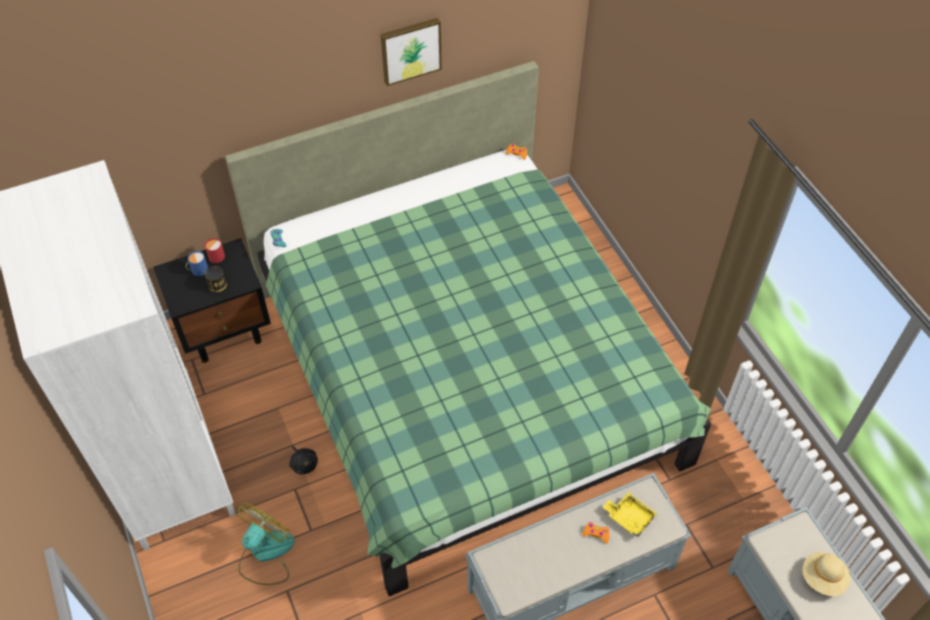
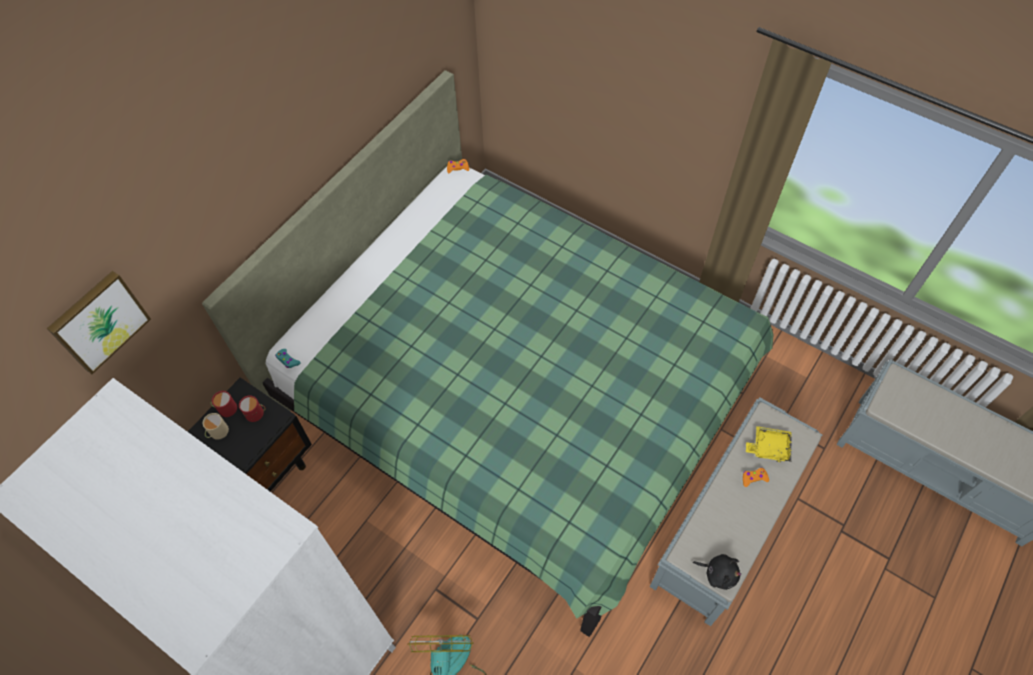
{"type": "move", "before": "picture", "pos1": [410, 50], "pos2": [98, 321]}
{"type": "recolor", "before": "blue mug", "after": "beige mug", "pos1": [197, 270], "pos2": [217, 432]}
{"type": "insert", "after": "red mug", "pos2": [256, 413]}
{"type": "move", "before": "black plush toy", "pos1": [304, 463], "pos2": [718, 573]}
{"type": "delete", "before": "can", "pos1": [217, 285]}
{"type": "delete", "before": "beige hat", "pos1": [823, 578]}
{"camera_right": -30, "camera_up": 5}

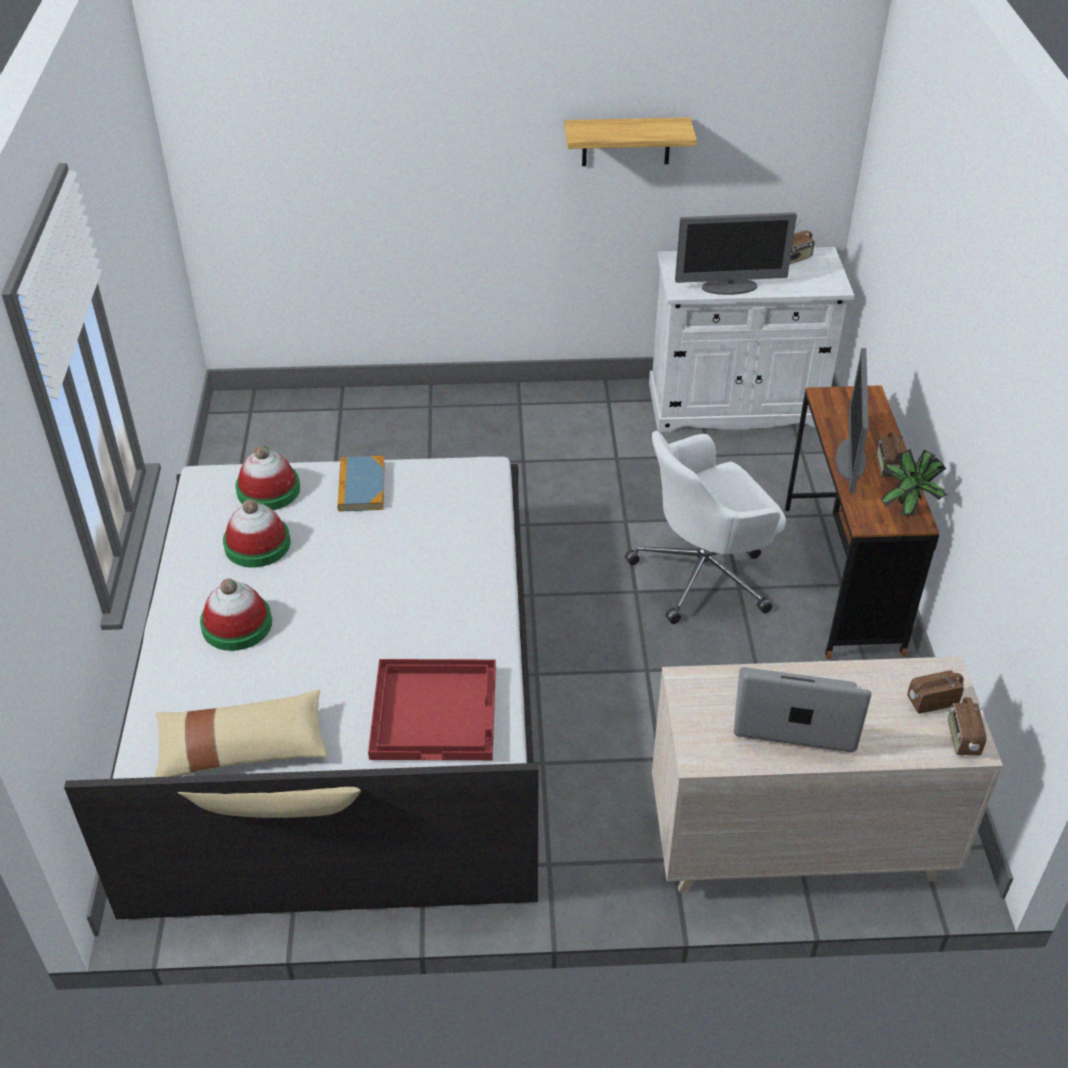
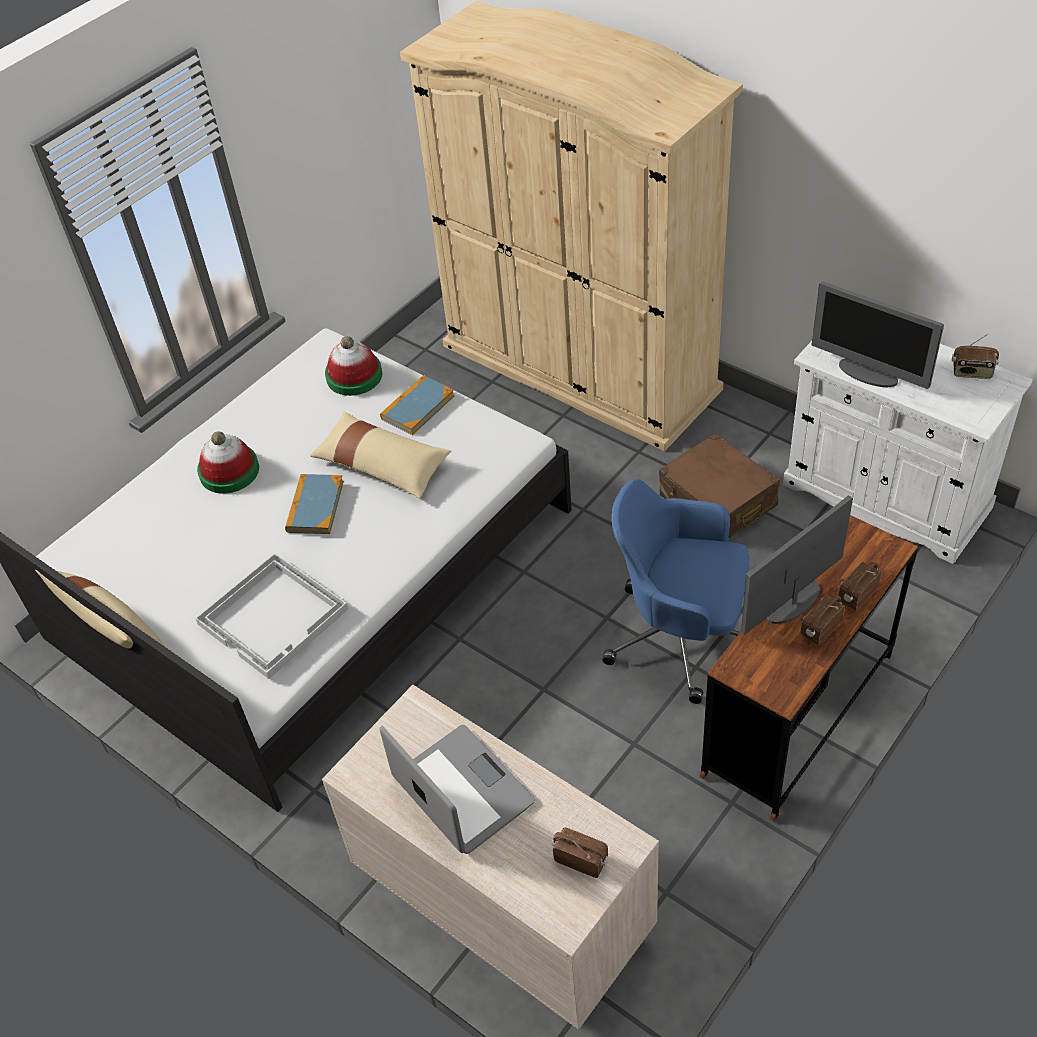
{"type": "recolor", "before": "red tray", "after": "white tray", "pos1": [435, 711], "pos2": [274, 616]}
{"type": "insert", "after": "book", "pos2": [315, 506]}
{"type": "move", "before": "beige pillow", "pos1": [242, 747], "pos2": [382, 464]}
{"type": "insert", "after": "beige wardrobe", "pos2": [579, 367]}
{"type": "recolor", "before": "white office chair", "after": "blue office chair", "pos1": [704, 574], "pos2": [680, 637]}
{"type": "insert", "after": "brown suitcase", "pos2": [717, 501]}
{"type": "move", "before": "radio", "pos1": [962, 739], "pos2": [857, 594]}
{"type": "delete", "before": "hat", "pos1": [257, 544]}
{"type": "delete", "before": "shelf", "pos1": [626, 141]}
{"type": "delete", "before": "potted plant", "pos1": [906, 511]}
{"camera_right": 45, "camera_up": 5}

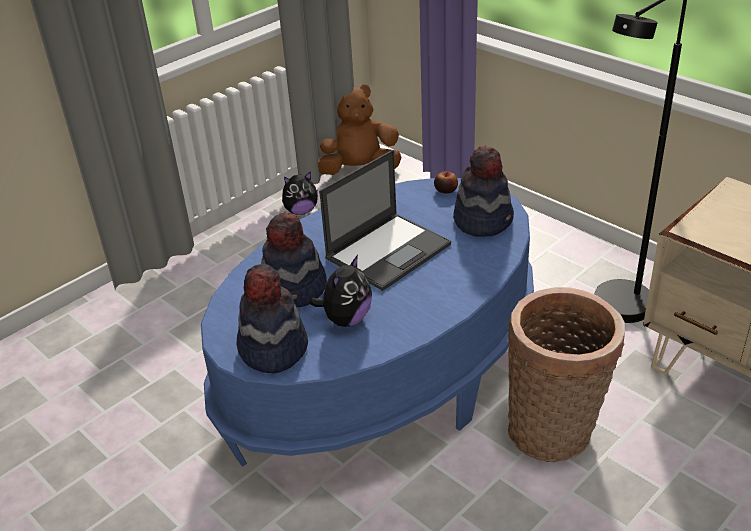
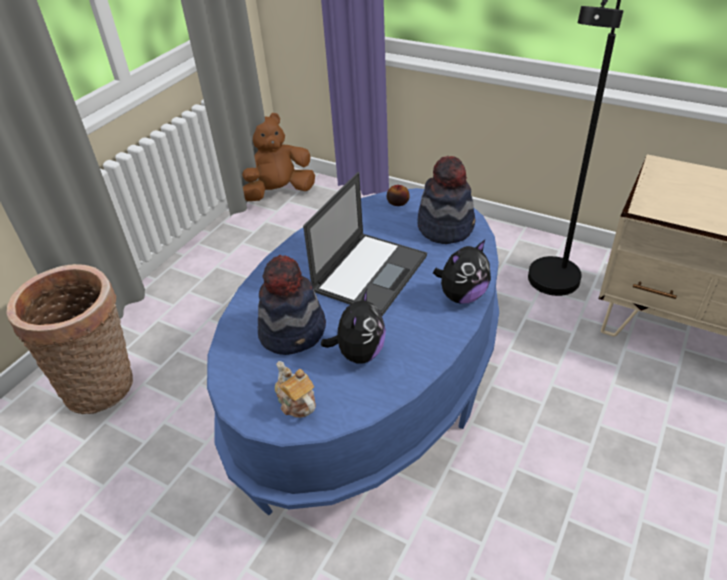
{"type": "move", "before": "basket", "pos1": [555, 431], "pos2": [103, 386]}
{"type": "replace", "before": "hat", "after": "teapot", "pos1": [272, 348], "pos2": [296, 402]}
{"type": "move", "before": "plush toy", "pos1": [301, 211], "pos2": [462, 296]}
{"camera_right": -15, "camera_up": 5}

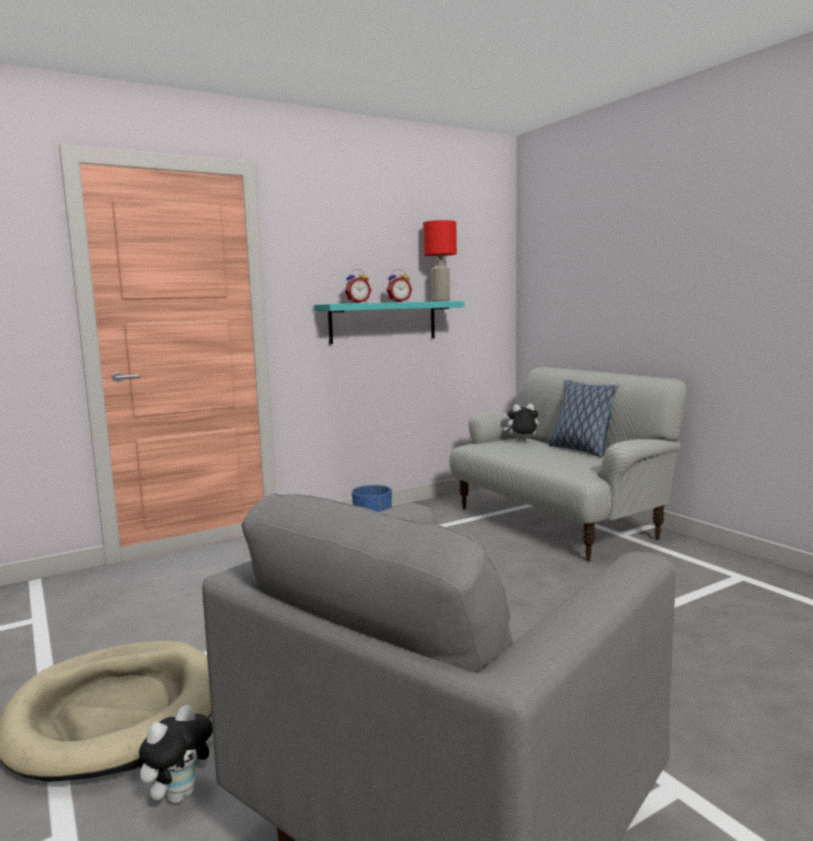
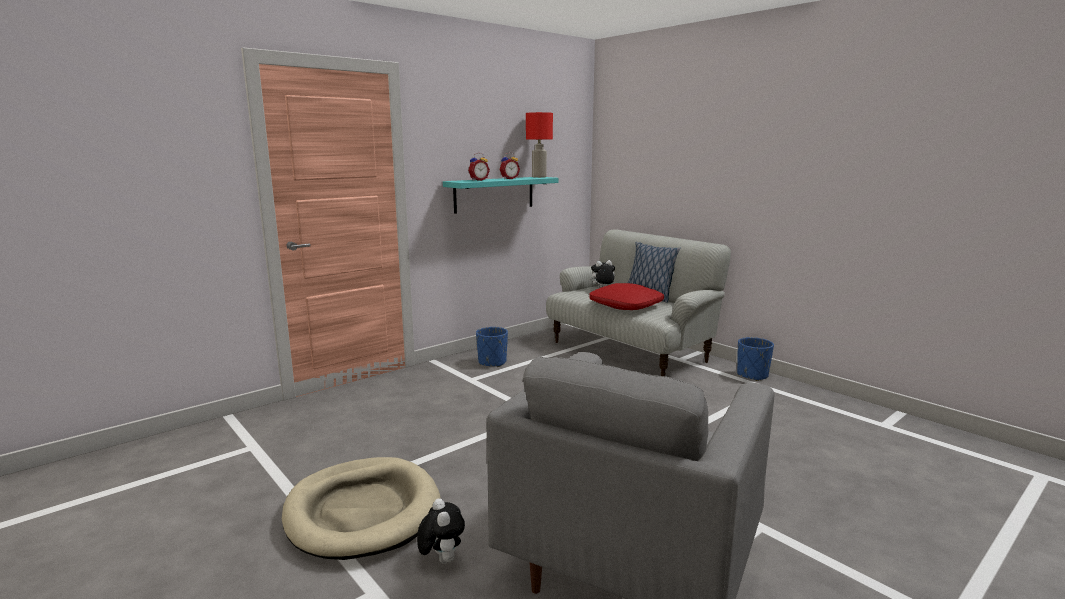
{"type": "rotate", "before": "plush toy", "pos1": [179, 794], "pos2": [441, 559], "turn": -45}
{"type": "insert", "after": "red pillow", "pos2": [626, 305]}
{"type": "insert", "after": "blue planter", "pos2": [752, 375]}
{"camera_right": -10, "camera_up": 5}

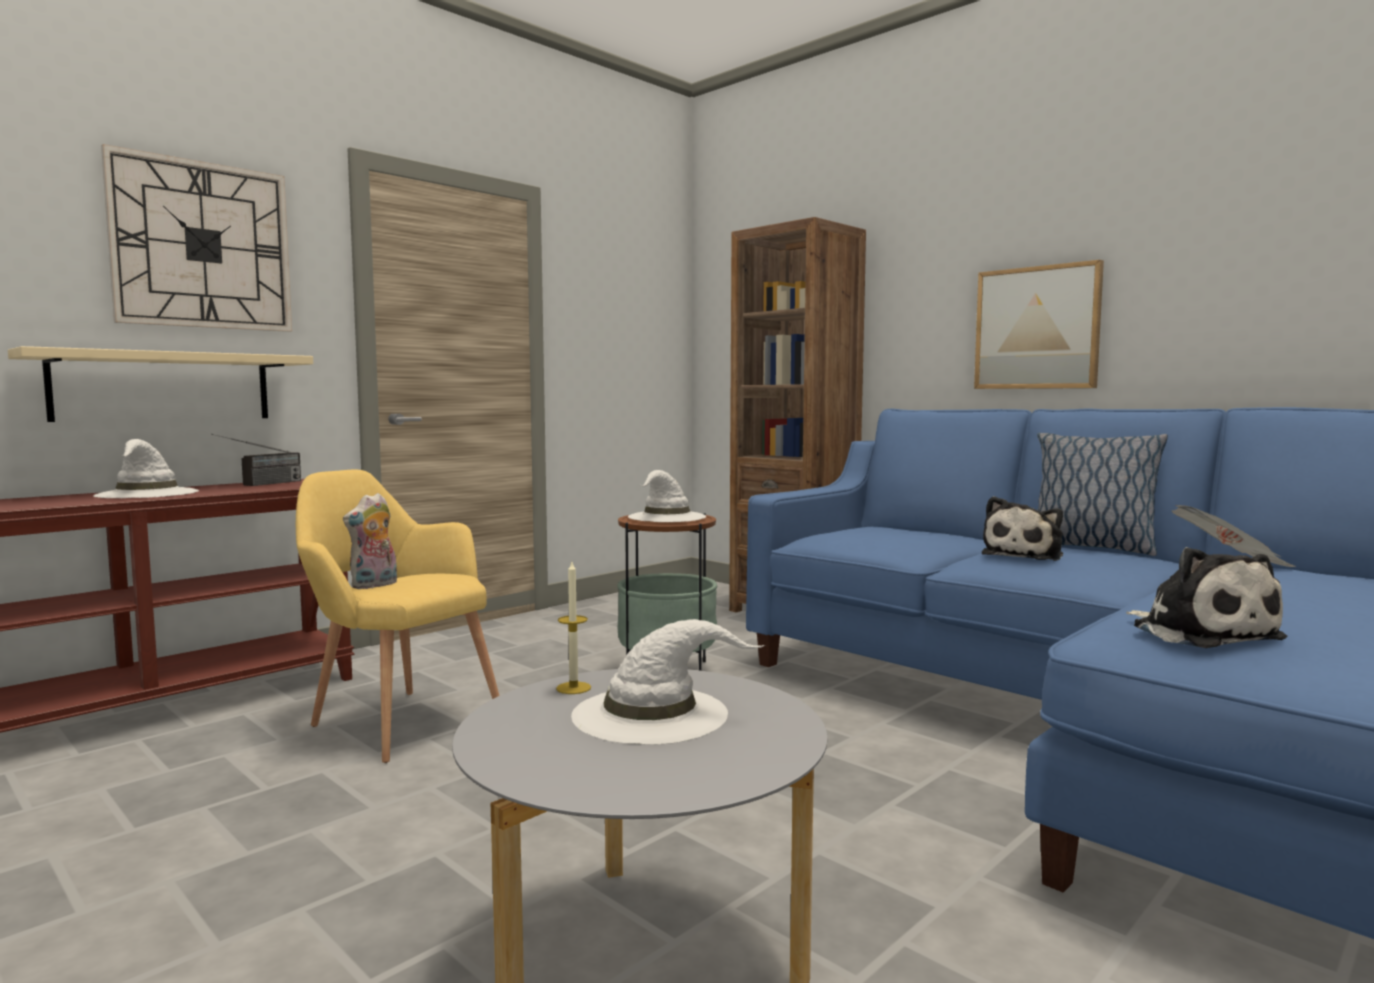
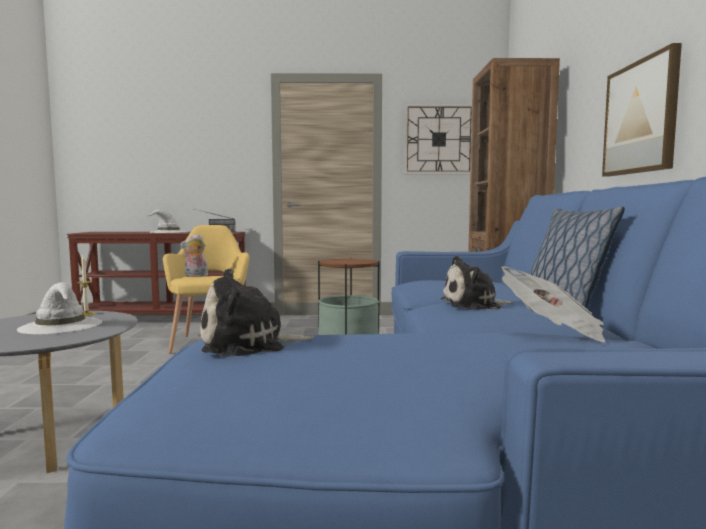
{"type": "rotate", "before": "plush toy", "pos1": [1200, 633], "pos2": [250, 344], "turn": 45}
{"type": "move", "before": "wall clock", "pos1": [202, 245], "pos2": [438, 139]}
{"type": "delete", "before": "beige shelf", "pos1": [163, 387]}
{"type": "delete", "before": "white hat", "pos1": [666, 517]}
{"camera_right": 45, "camera_up": 0}

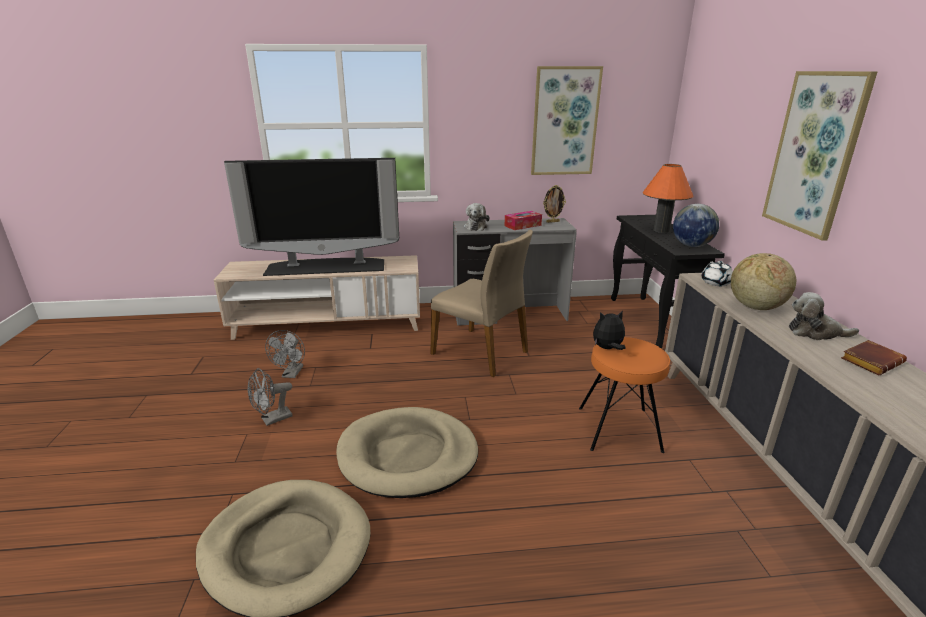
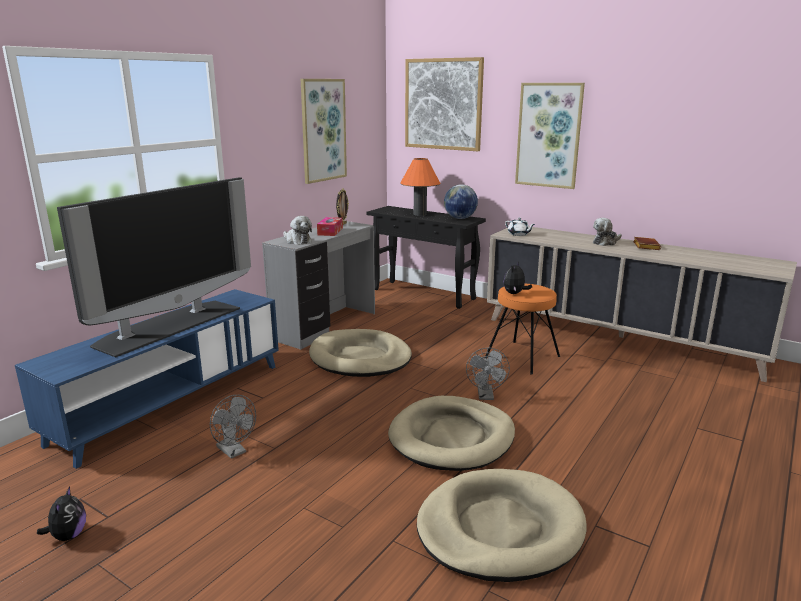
{"type": "recolor", "before": "beige tv stand", "after": "blue tv stand", "pos1": [328, 325], "pos2": [172, 402]}
{"type": "insert", "after": "plush toy", "pos2": [68, 535]}
{"type": "replace", "before": "beige chair", "after": "beige dog bed", "pos1": [481, 352], "pos2": [360, 358]}
{"type": "insert", "after": "picture", "pos2": [443, 104]}
{"type": "move", "before": "grey fan", "pos1": [272, 419], "pos2": [486, 396]}
{"type": "delete", "before": "globe", "pos1": [755, 307]}
{"camera_right": -50, "camera_up": -5}

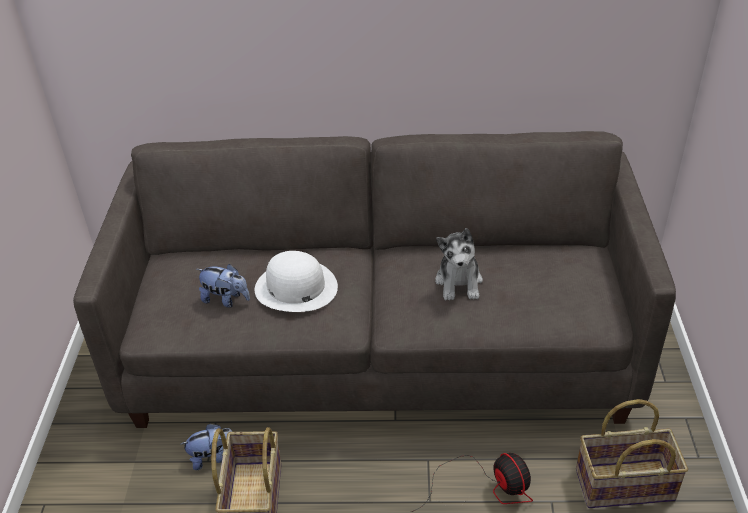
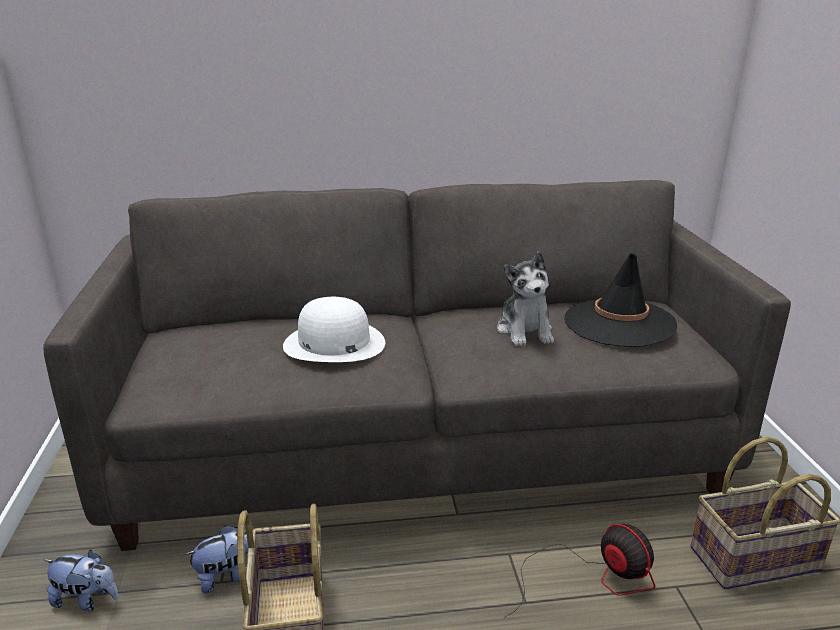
{"type": "move", "before": "plush toy", "pos1": [226, 299], "pos2": [87, 599]}
{"type": "insert", "after": "black hat", "pos2": [619, 323]}
{"camera_right": -10, "camera_up": -15}

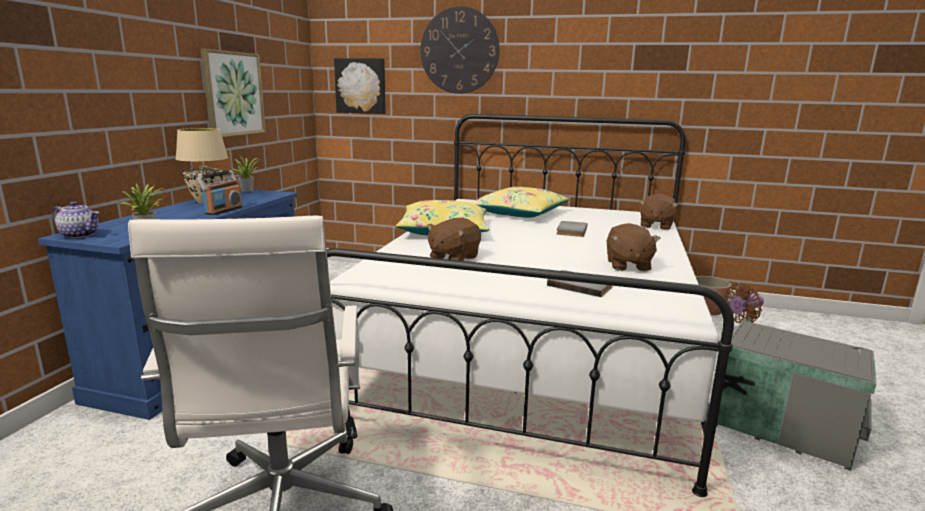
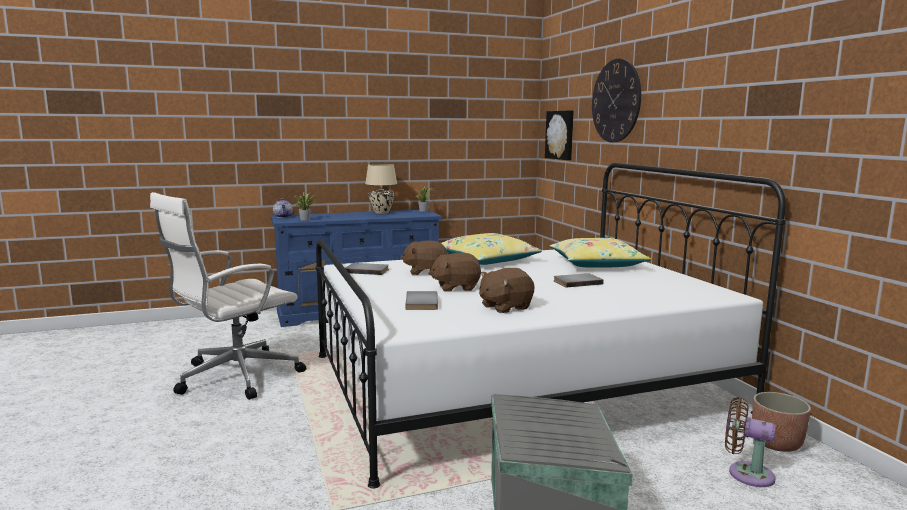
{"type": "insert", "after": "grey book", "pos2": [367, 270]}
{"type": "move", "before": "brown plush toy", "pos1": [655, 226], "pos2": [456, 287]}
{"type": "delete", "before": "radio", "pos1": [223, 210]}
{"type": "delete", "before": "picture", "pos1": [233, 94]}
{"camera_right": 55, "camera_up": -5}

